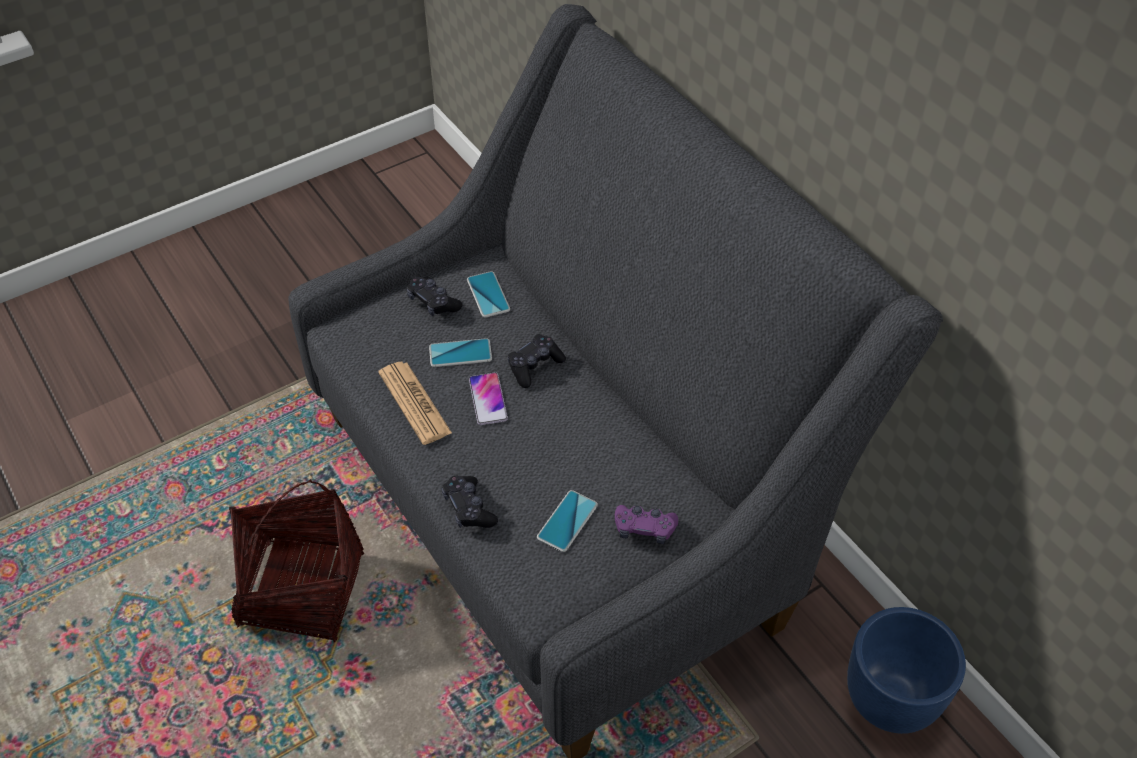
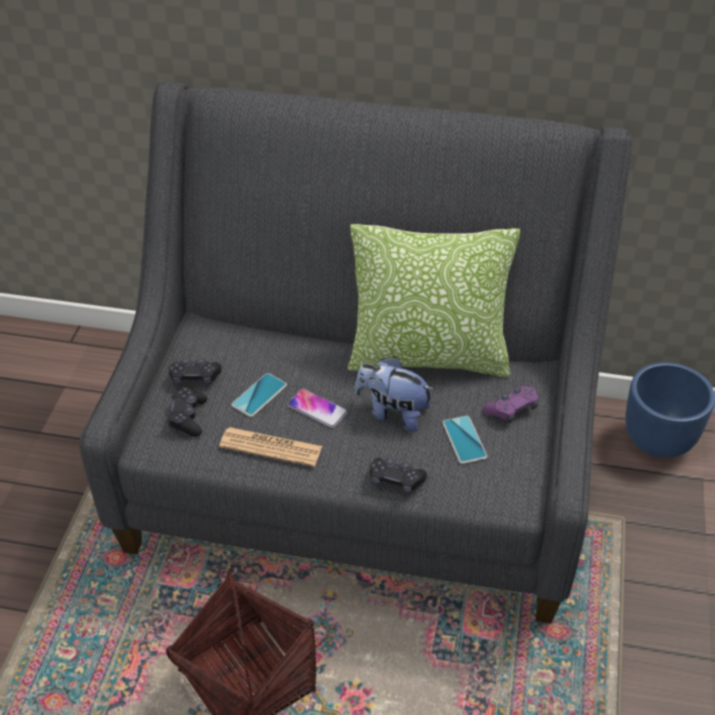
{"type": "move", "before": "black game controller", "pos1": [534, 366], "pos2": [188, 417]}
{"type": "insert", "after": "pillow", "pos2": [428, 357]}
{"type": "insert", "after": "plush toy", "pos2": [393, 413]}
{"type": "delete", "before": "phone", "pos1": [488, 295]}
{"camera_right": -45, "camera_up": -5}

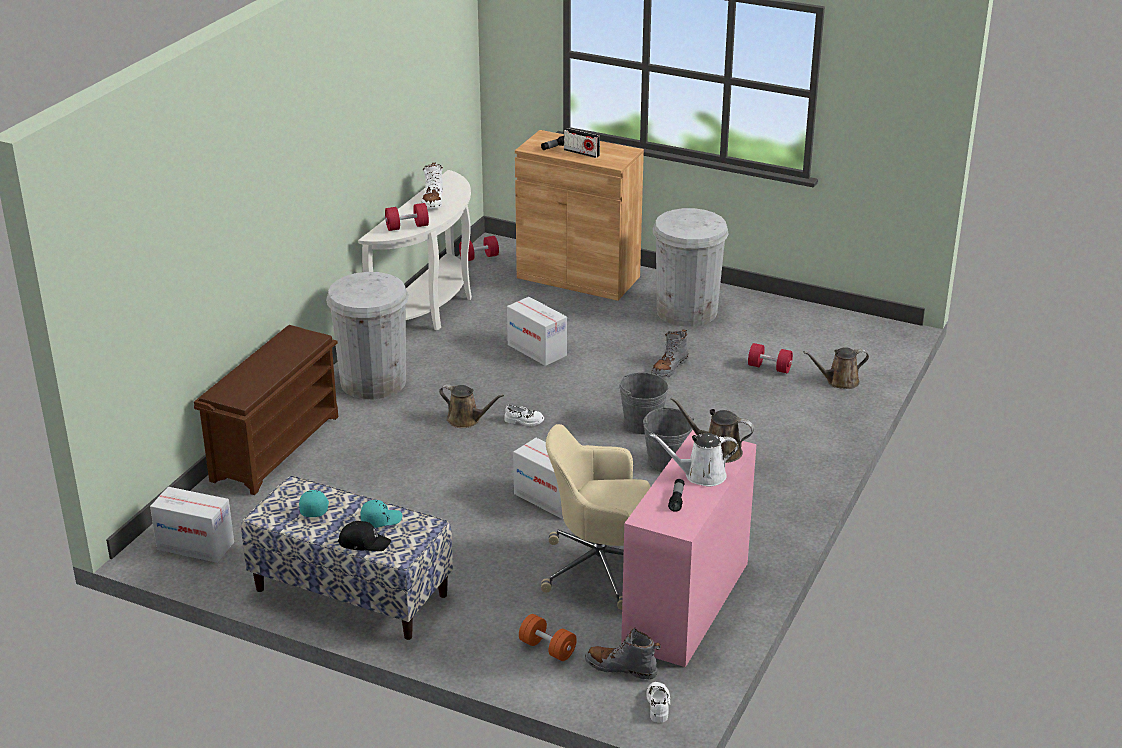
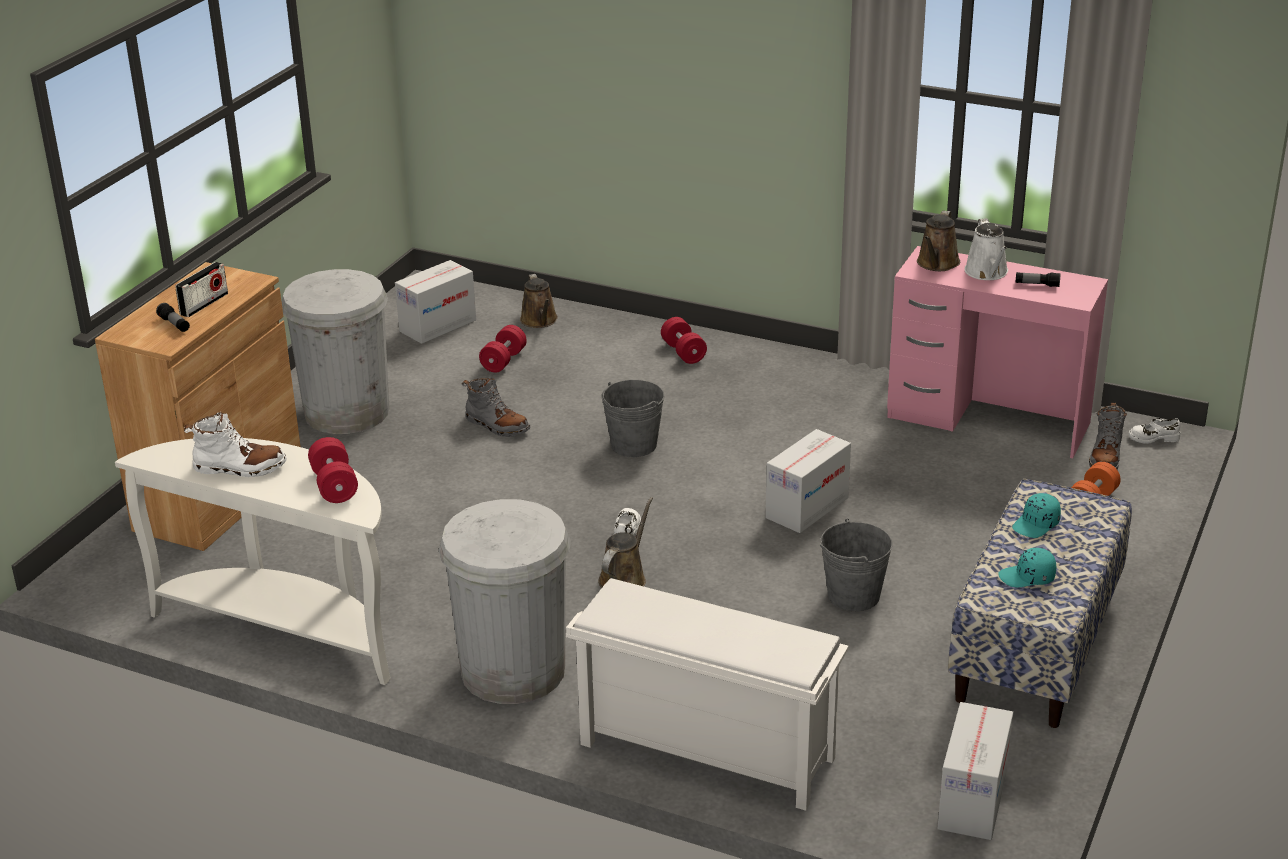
{"type": "move", "before": "cardboard box", "pos1": [537, 350], "pos2": [438, 325]}
{"type": "recolor", "before": "brown shoe rack", "after": "white shoe rack", "pos1": [275, 447], "pos2": [703, 752]}
{"type": "move", "before": "red dumbbell", "pos1": [479, 257], "pos2": [683, 352]}
{"type": "move", "before": "grey bucket", "pos1": [666, 462], "pos2": [853, 595]}
{"type": "rotate", "before": "turquoise cap", "pos1": [381, 520], "pos2": [1036, 525], "turn": -105}
{"type": "delete", "before": "black cap", "pos1": [364, 542]}
{"type": "delete", "before": "beige office chair", "pos1": [600, 569]}
{"camera_right": -90, "camera_up": 0}

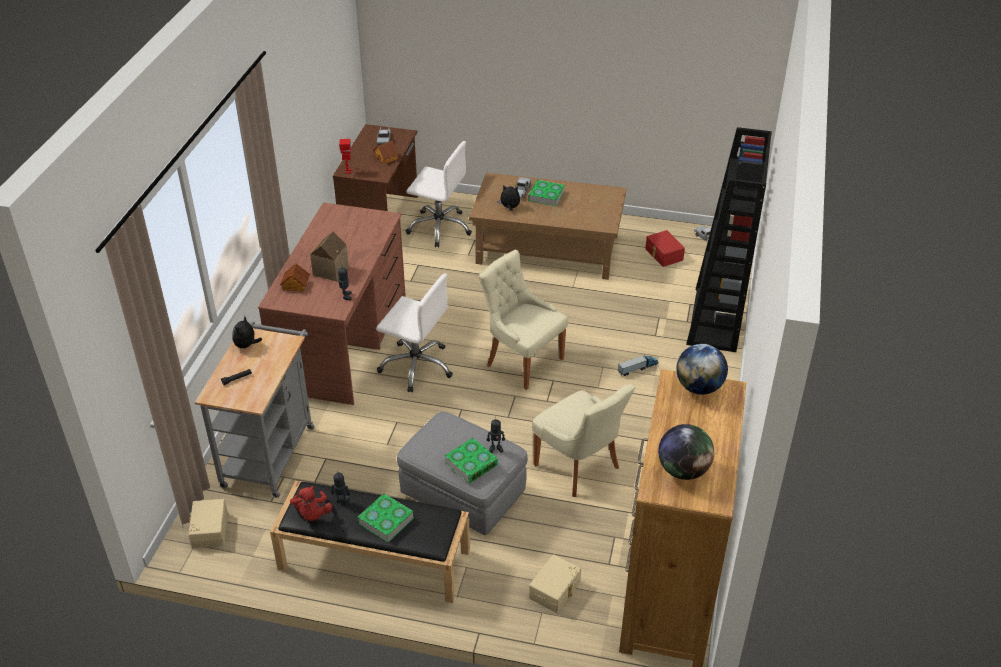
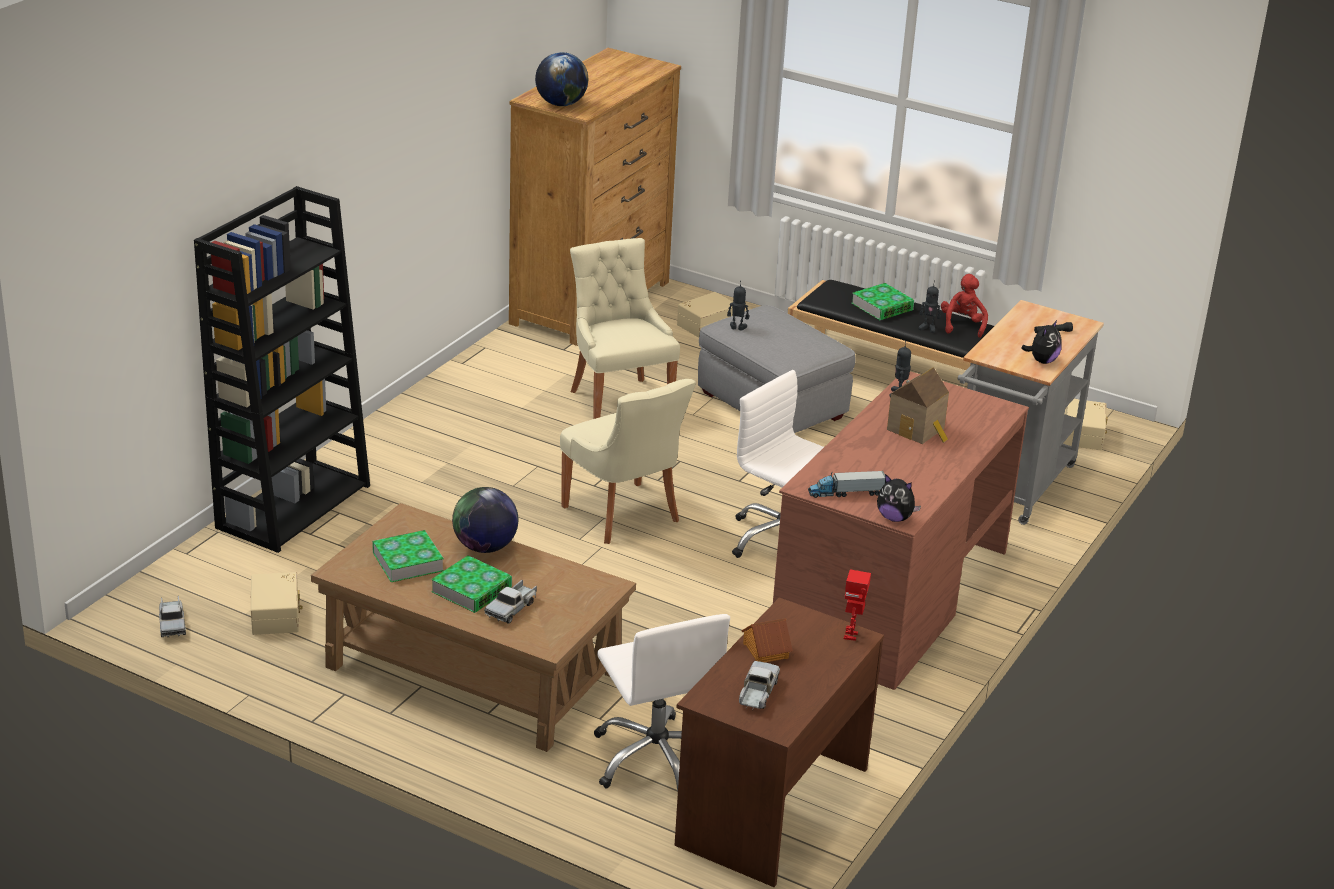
{"type": "recolor", "before": "red storage box", "after": "beige storage box", "pos1": [663, 254], "pos2": [277, 615]}
{"type": "move", "before": "book", "pos1": [471, 463], "pos2": [408, 561]}
{"type": "move", "before": "globe", "pos1": [683, 470], "pos2": [485, 547]}
{"type": "rotate", "before": "white office chair", "pos1": [439, 228], "pos2": [657, 759], "turn": -150}
{"type": "move", "before": "toy truck", "pos1": [638, 368], "pos2": [845, 493]}
{"type": "move", "before": "plush toy", "pos1": [509, 208], "pos2": [895, 518]}
{"type": "delete", "before": "toy house", "pos1": [295, 285]}
{"camera_right": -165, "camera_up": -10}

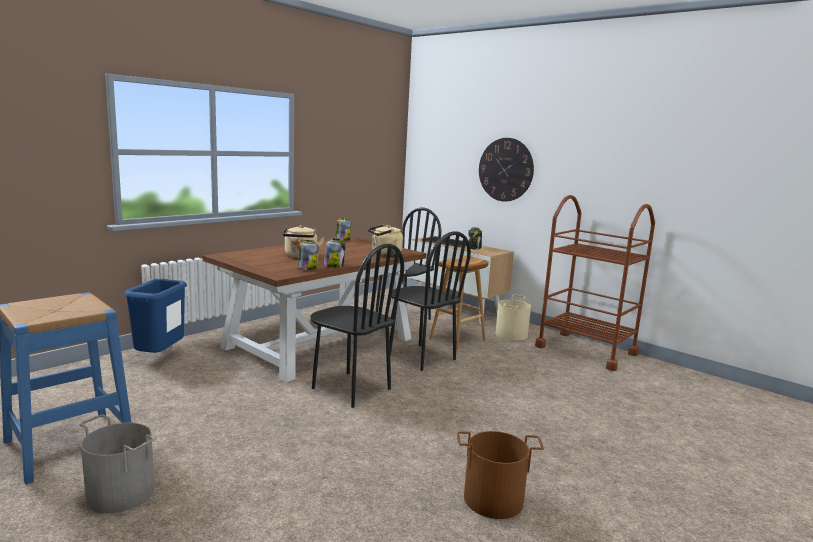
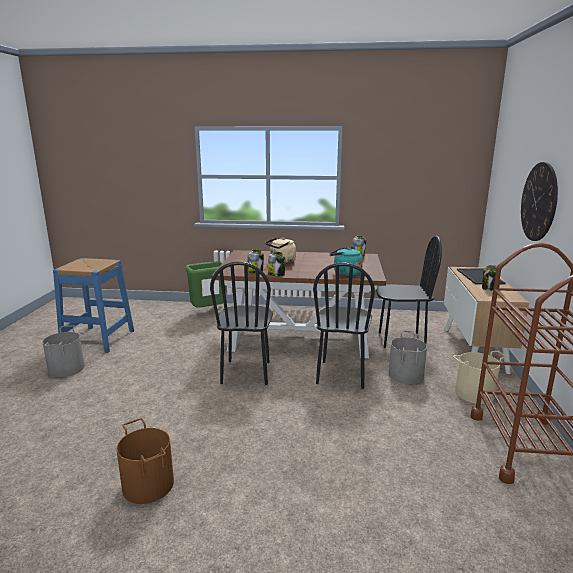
{"type": "recolor", "before": "blue trash can", "after": "green trash can", "pos1": [160, 358], "pos2": [208, 312]}
{"type": "recolor", "before": "beige kettle", "after": "turquoise kettle", "pos1": [384, 254], "pos2": [345, 274]}
{"type": "replace", "before": "brown stool", "after": "grey bucket", "pos1": [457, 340], "pos2": [405, 375]}
{"camera_right": 55, "camera_up": 5}

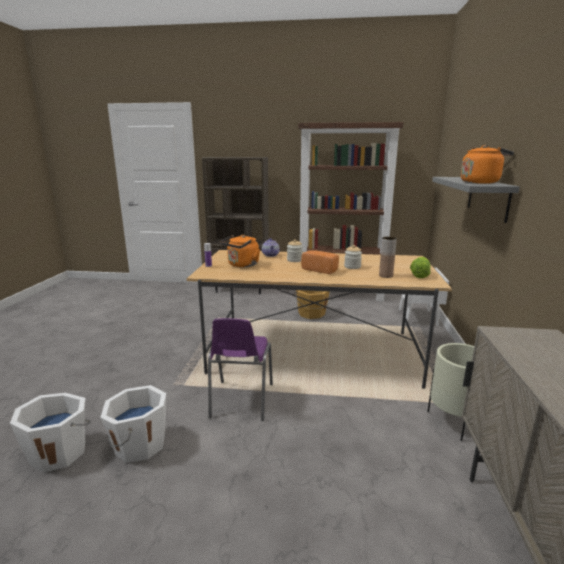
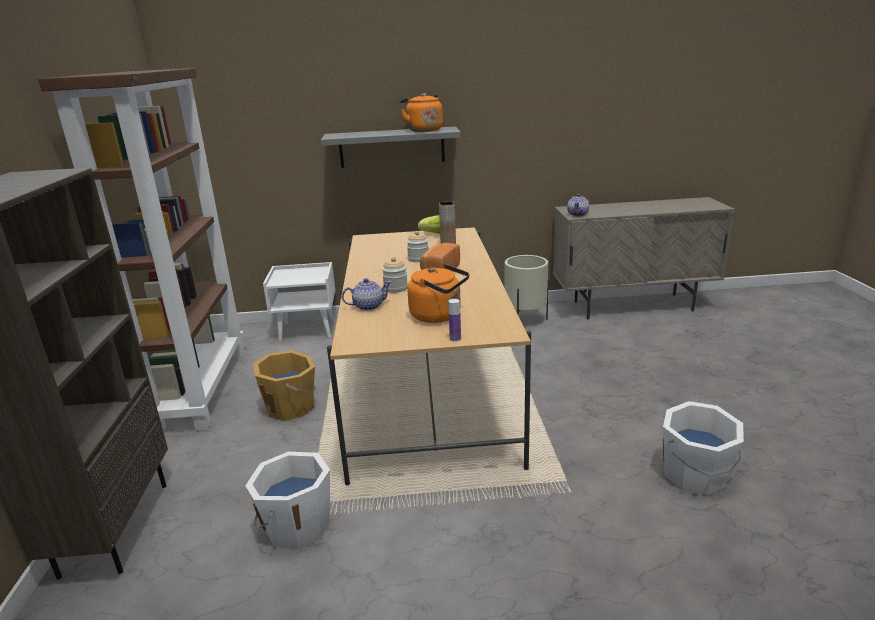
{"type": "move", "before": "white bucket", "pos1": [60, 452], "pos2": [296, 526]}
{"type": "insert", "after": "teapot", "pos2": [578, 214]}
{"type": "delete", "before": "purple chair", "pos1": [241, 401]}
{"camera_right": -100, "camera_up": 5}

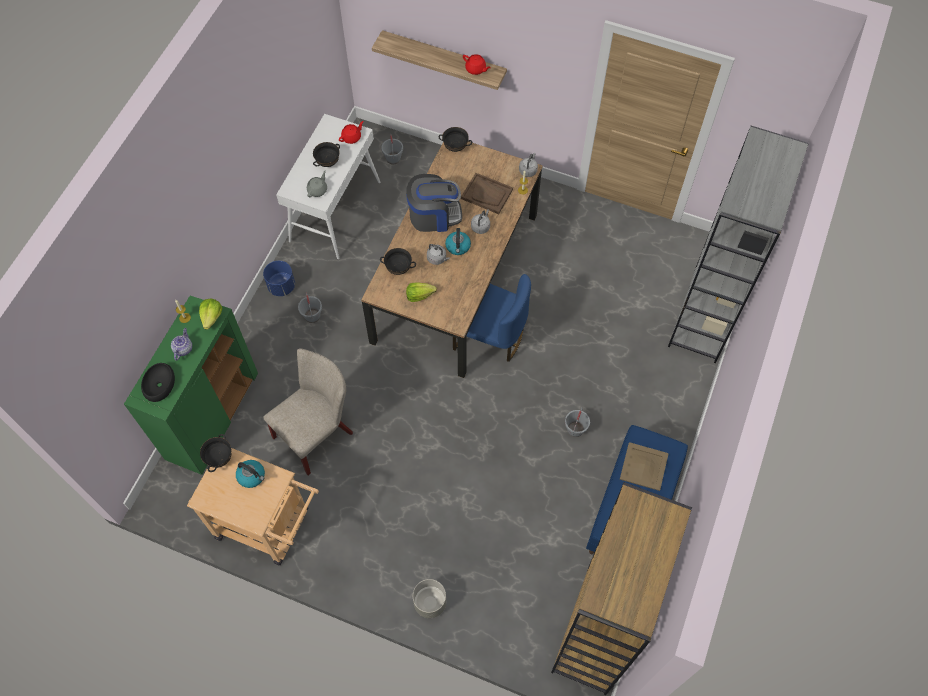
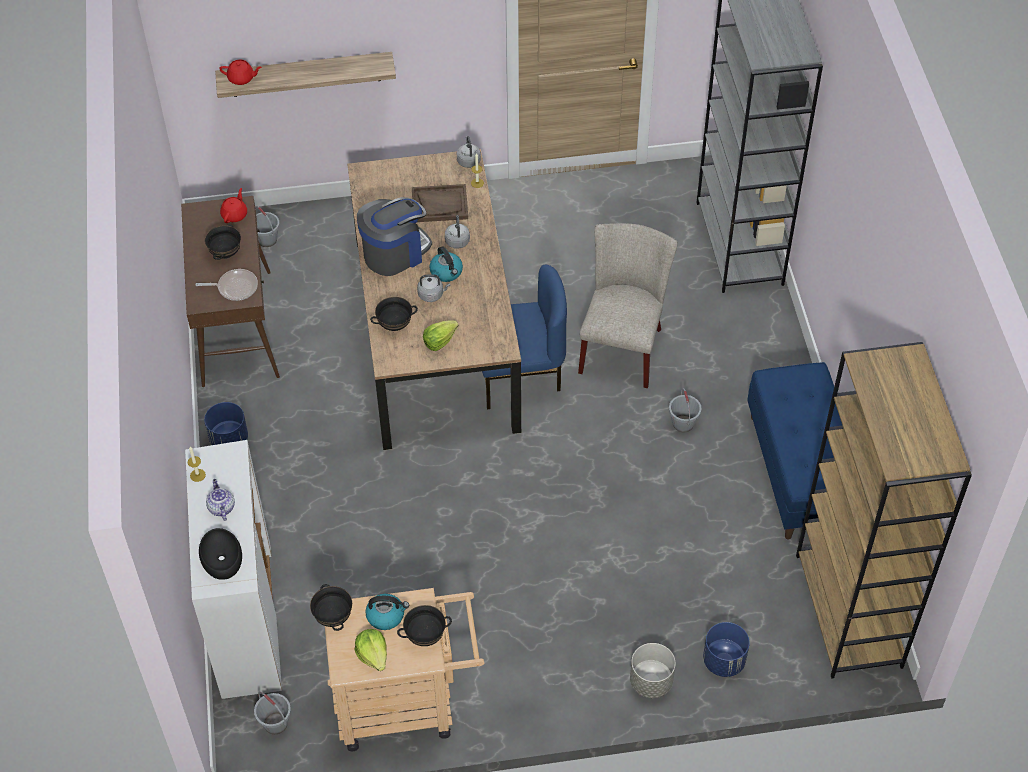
{"type": "recolor", "before": "white console table", "after": "brown console table", "pos1": [335, 211], "pos2": [236, 327]}
{"type": "recolor", "before": "green cabinet", "after": "white cabinet", "pos1": [212, 416], "pos2": [246, 621]}
{"type": "replace", "before": "grey teapot", "after": "frying pan", "pos1": [317, 190], "pos2": [235, 287]}
{"type": "move", "before": "red teapot", "pos1": [476, 69], "pos2": [241, 78]}
{"type": "move", "before": "grey bucket", "pos1": [312, 316], "pos2": [275, 723]}
{"type": "move", "before": "lettuce", "pos1": [212, 317], "pos2": [373, 655]}
{"type": "move", "before": "black bowl", "pos1": [455, 147], "pos2": [425, 636]}
{"type": "move", "before": "beige chair", "pos1": [317, 432], "pos2": [623, 346]}
{"type": "insert", "after": "blue planter", "pos2": [724, 660]}
{"type": "delete", "before": "beige tray", "pos1": [644, 467]}
{"camera_right": -30, "camera_up": -10}

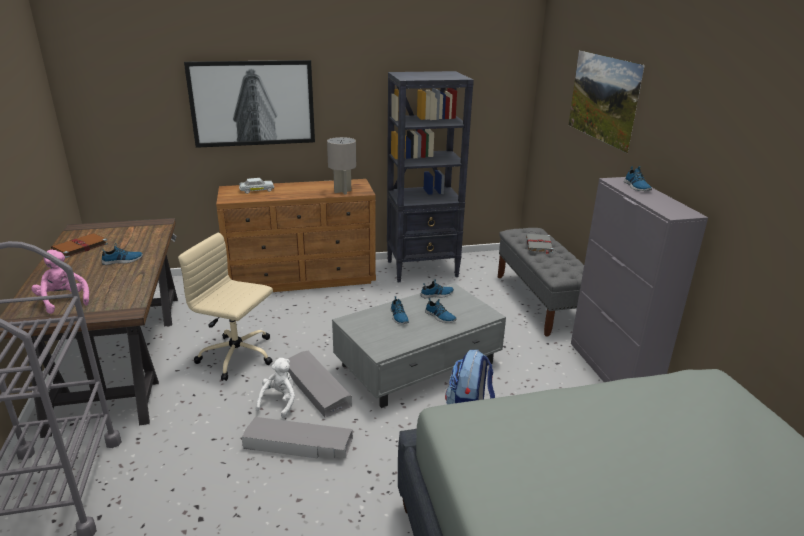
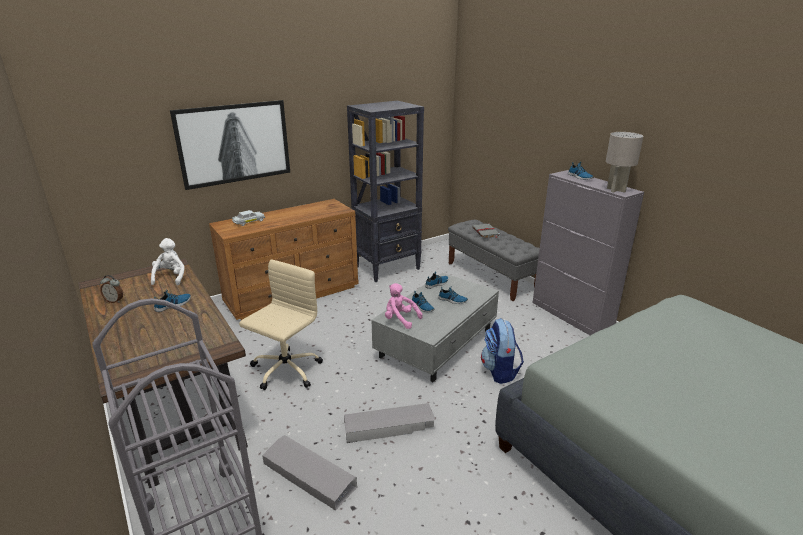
{"type": "replace", "before": "brown book", "after": "alarm clock", "pos1": [79, 247], "pos2": [115, 301]}
{"type": "move", "before": "white plush toy", "pos1": [279, 402], "pos2": [171, 277]}
{"type": "rotate", "before": "beige office chair", "pos1": [238, 356], "pos2": [285, 371], "turn": 120}
{"type": "move", "before": "grey storage box", "pos1": [316, 387], "pos2": [309, 475]}
{"type": "move", "before": "pink plush toy", "pos1": [63, 301], "pos2": [400, 319]}
{"type": "move", "before": "grey table lamp", "pos1": [343, 191], "pos2": [616, 190]}
{"type": "delete", "before": "picture", "pos1": [598, 118]}
{"camera_right": -20, "camera_up": 0}

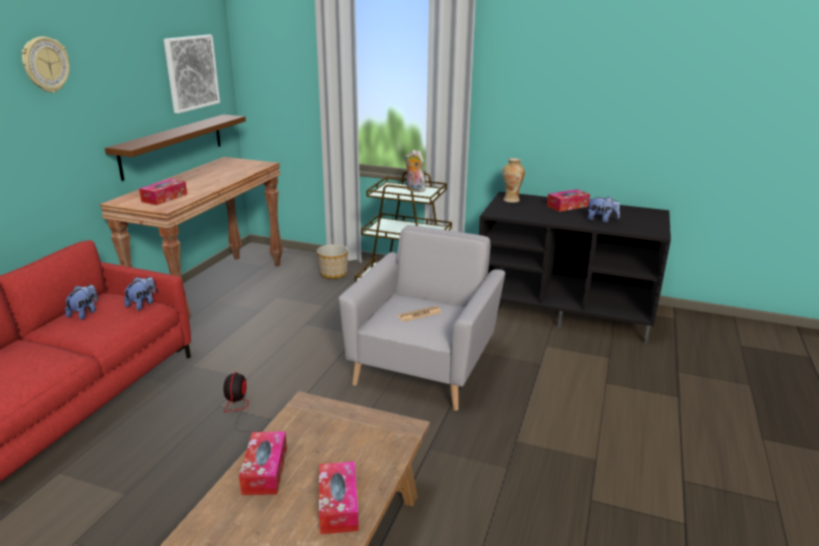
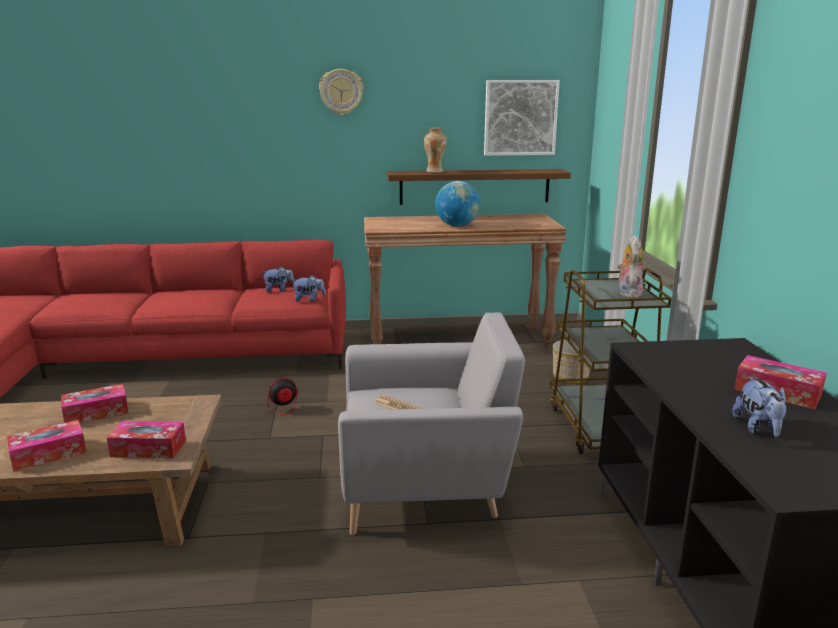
{"type": "move", "before": "tissue box", "pos1": [164, 198], "pos2": [148, 448]}
{"type": "move", "before": "vase", "pos1": [511, 200], "pos2": [435, 171]}
{"type": "insert", "after": "globe", "pos2": [457, 226]}
{"camera_right": 65, "camera_up": -5}

